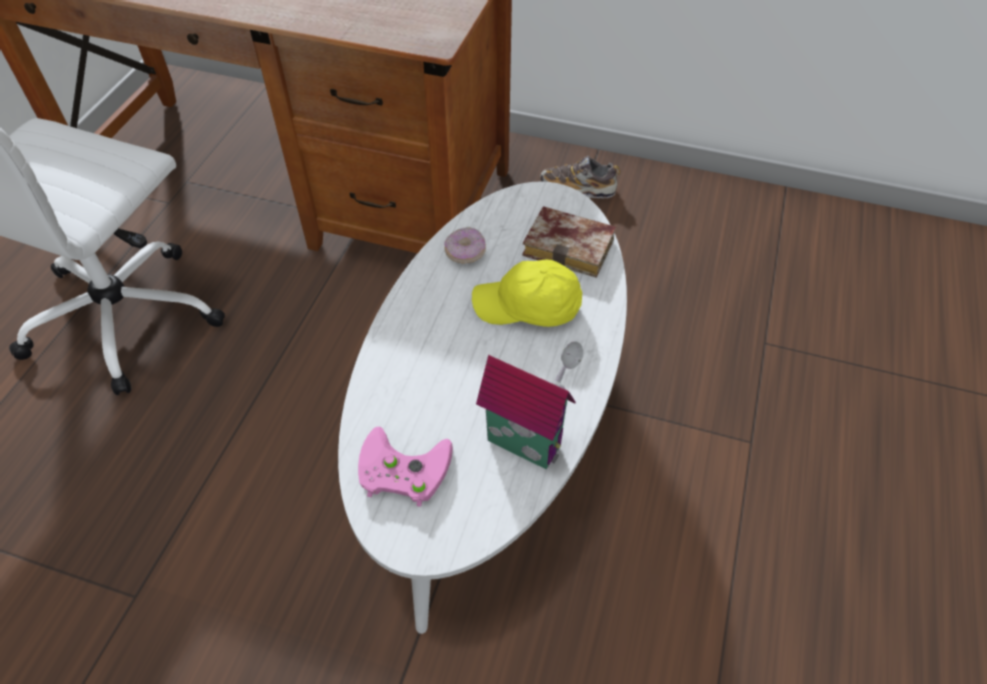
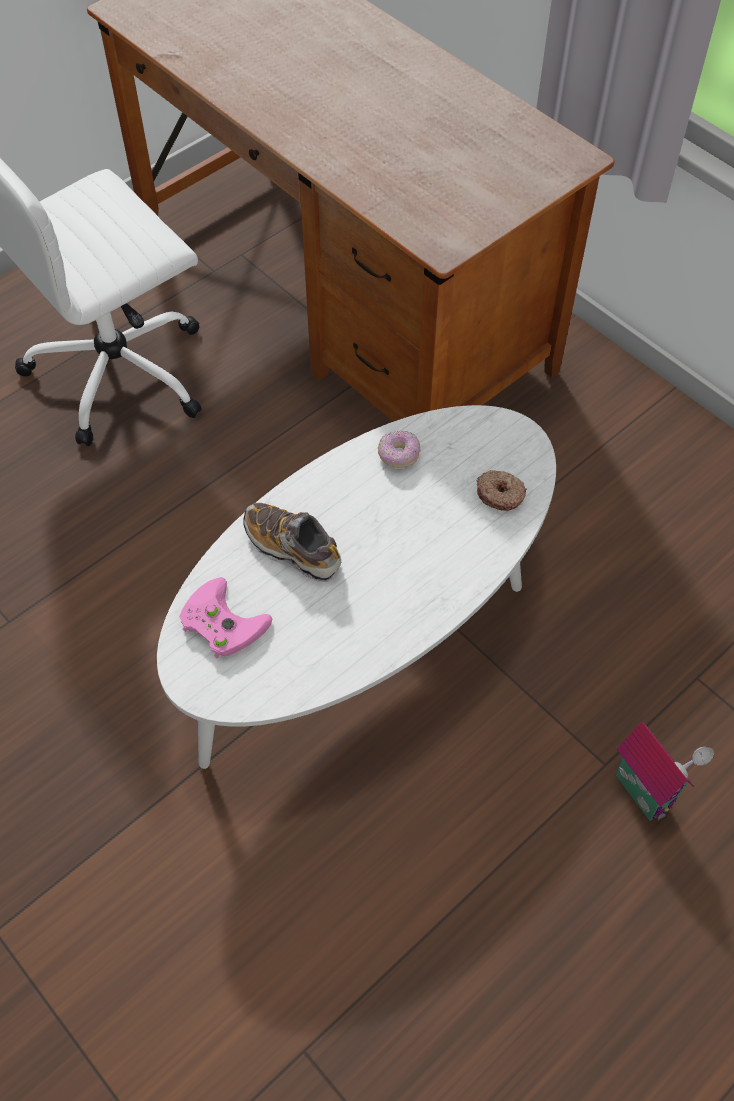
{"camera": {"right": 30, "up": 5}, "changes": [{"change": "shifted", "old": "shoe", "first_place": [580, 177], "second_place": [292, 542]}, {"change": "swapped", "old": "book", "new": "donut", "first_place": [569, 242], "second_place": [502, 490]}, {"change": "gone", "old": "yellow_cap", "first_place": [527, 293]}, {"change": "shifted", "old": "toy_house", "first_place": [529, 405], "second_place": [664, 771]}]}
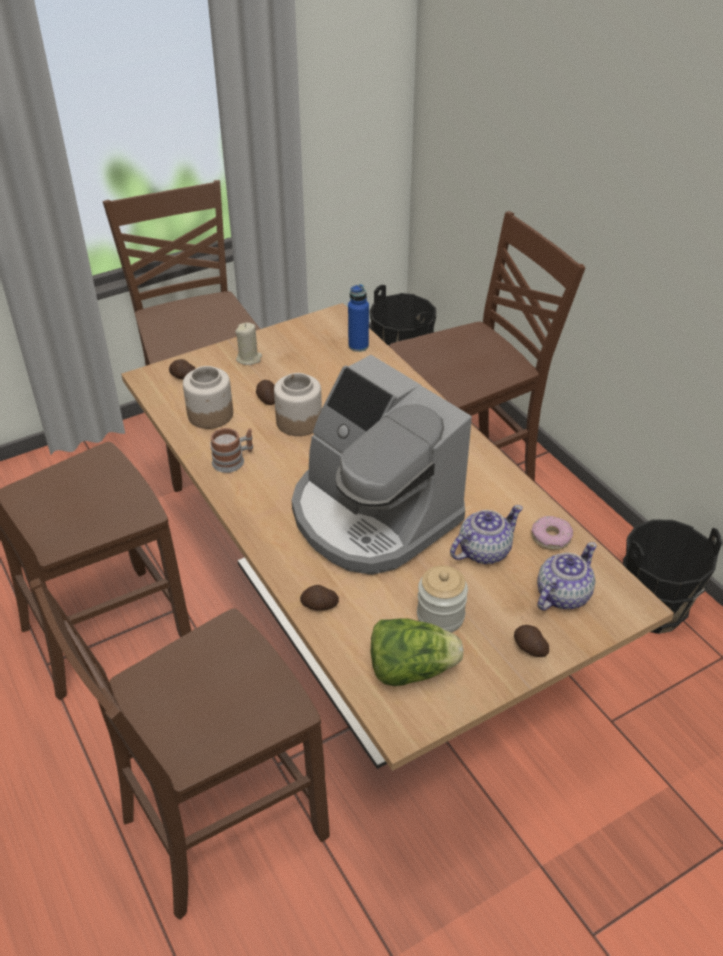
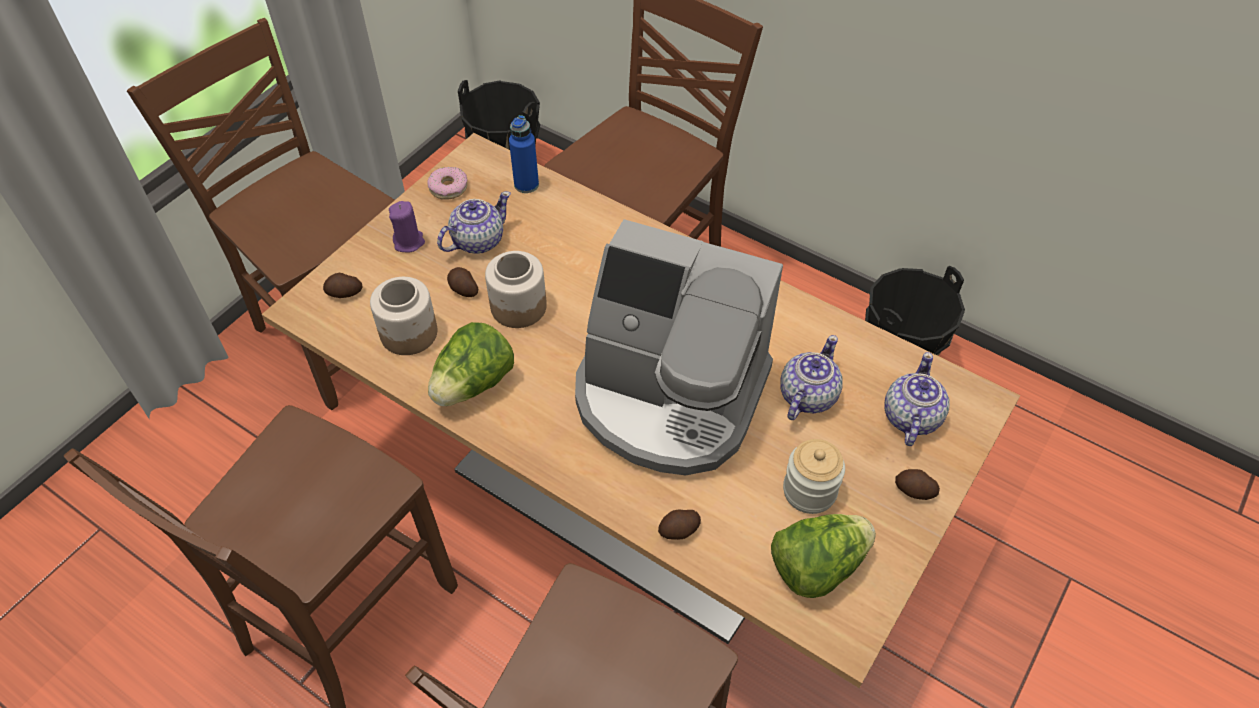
{"camera": {"right": -25, "up": 10}, "changes": [{"change": "repainted", "old": "beige_candle", "new": "purple_candle", "first_place": [248, 344], "second_place": [407, 227]}, {"change": "swapped", "old": "mug", "new": "lettuce", "first_place": [231, 450], "second_place": [471, 364]}, {"change": "shifted", "old": "donut", "first_place": [552, 533], "second_place": [447, 183]}, {"change": "new", "new": "teapot", "second_place": [474, 222]}]}
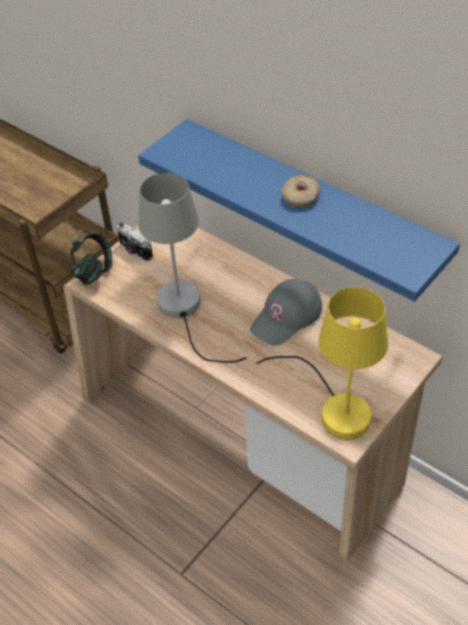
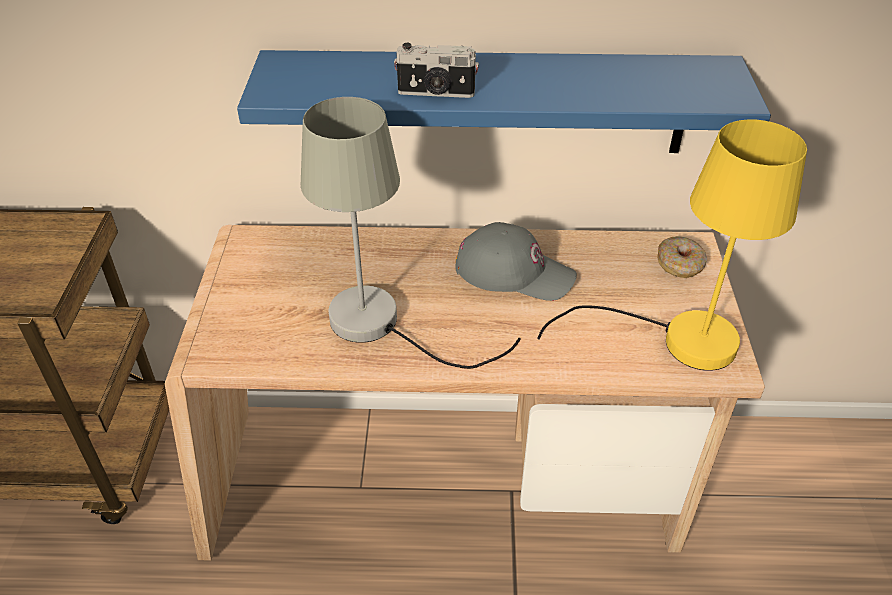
{"camera": {"right": -40, "up": -5}, "changes": [{"change": "shifted", "old": "donut", "first_place": [301, 191], "second_place": [682, 257]}, {"change": "shifted", "old": "photo_camera", "first_place": [135, 241], "second_place": [436, 70]}, {"change": "gone", "old": "headphones", "first_place": [91, 258]}, {"change": "rotated", "old": "grey_cap", "first_place": [286, 312], "second_place": [516, 261], "degrees": -75}]}
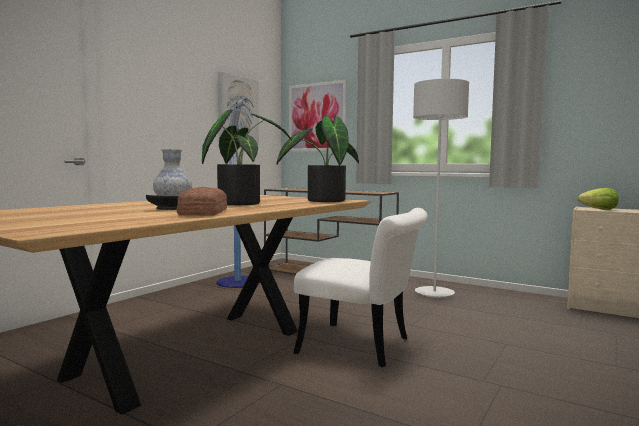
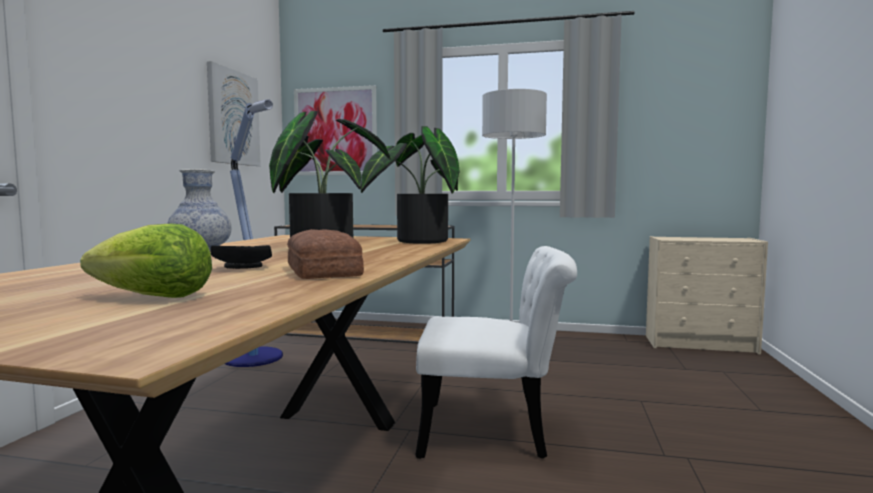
{"camera": {"right": -20, "up": 0}, "changes": [{"change": "shifted", "old": "lettuce", "first_place": [598, 199], "second_place": [146, 260]}]}
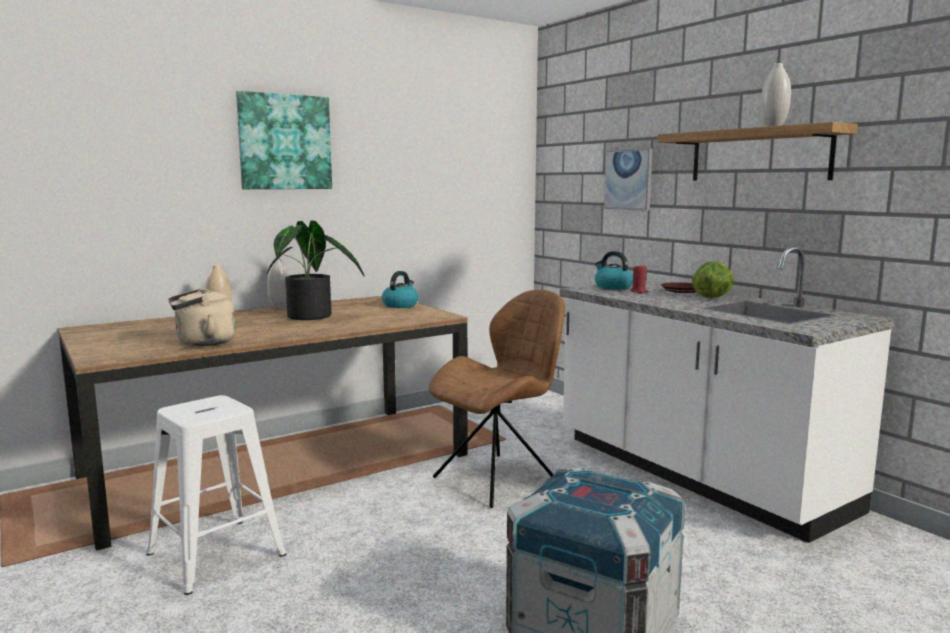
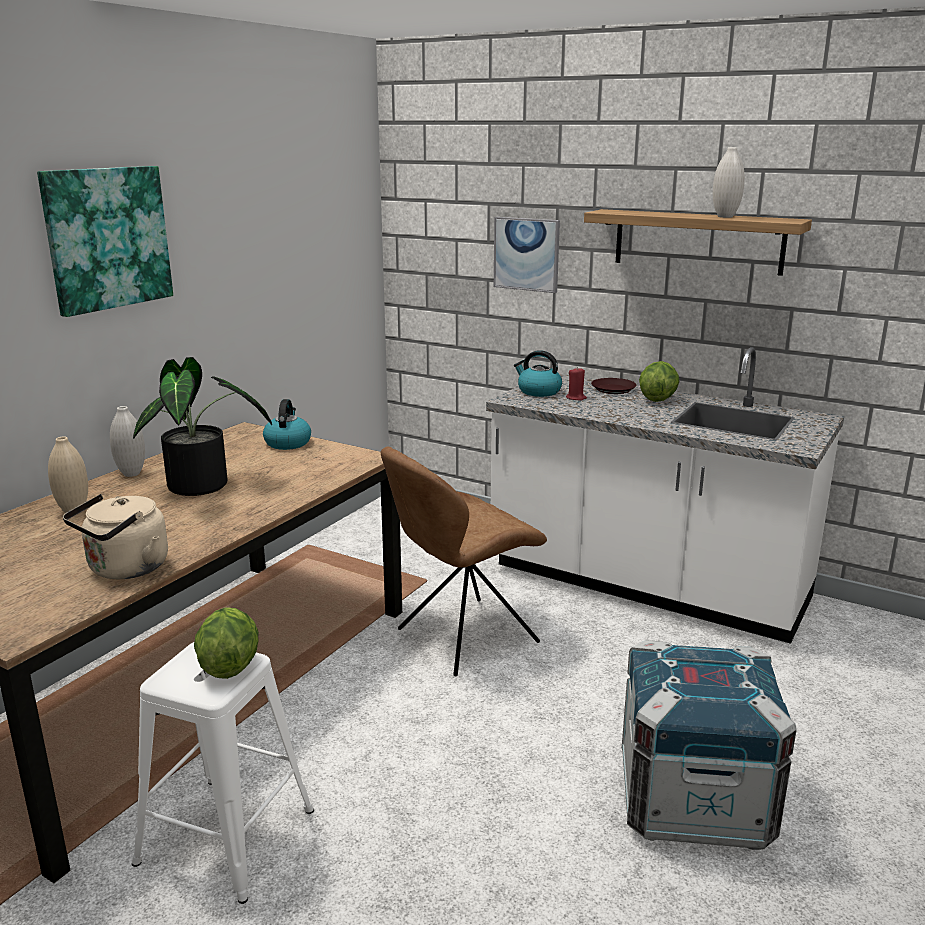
{"camera": {"right": -25, "up": 10}, "changes": [{"change": "rotated", "old": "brown_chair", "first_place": [497, 399], "second_place": [464, 561], "degrees": -150}, {"change": "new", "new": "lettuce", "second_place": [226, 643]}]}
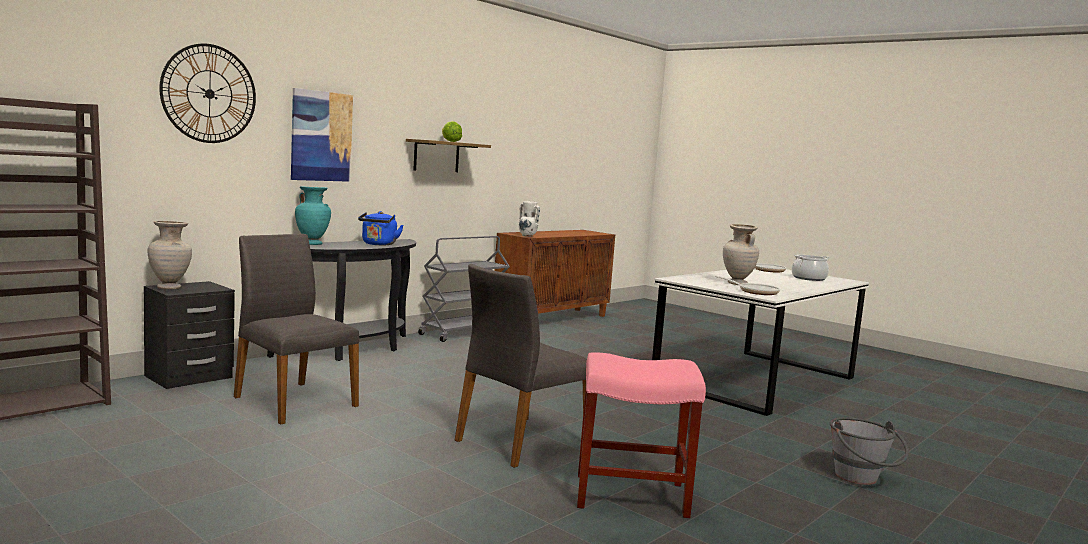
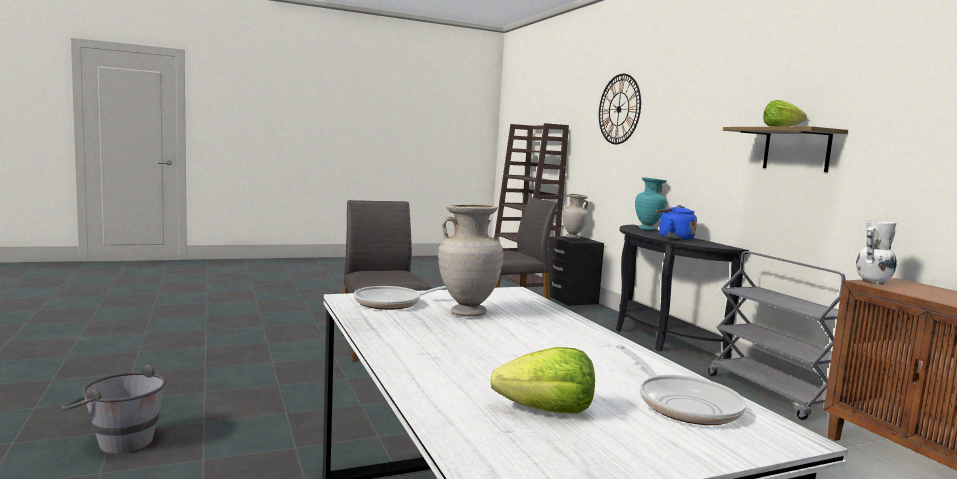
{"camera": {"right": 115, "up": 0}, "changes": [{"change": "gone", "old": "picture", "first_place": [322, 135]}, {"change": "swapped", "old": "cooking_pot", "new": "lettuce", "first_place": [811, 268], "second_place": [542, 380]}, {"change": "gone", "old": "pink_stool", "first_place": [641, 435]}]}
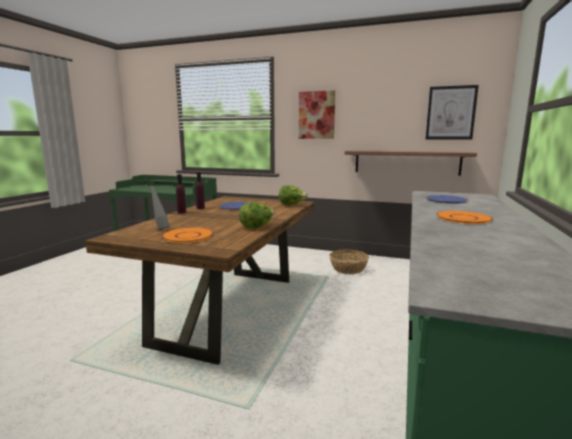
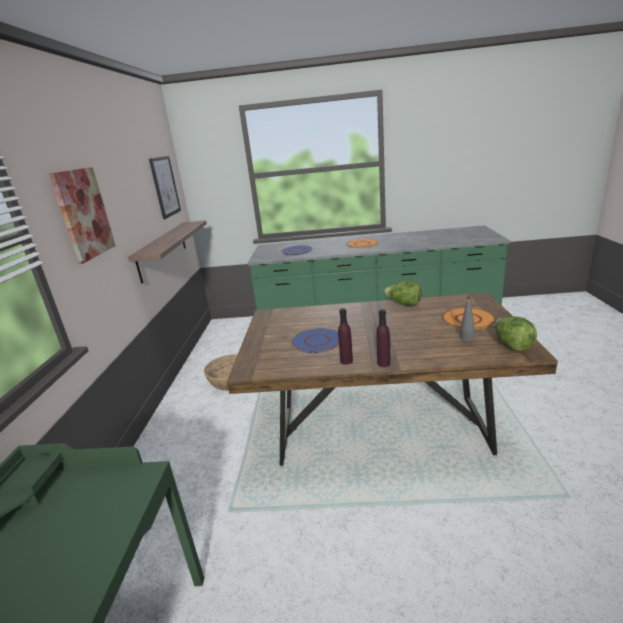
{"camera": {"right": -105, "up": 10}, "changes": [{"change": "shifted", "old": "lettuce", "first_place": [293, 195], "second_place": [516, 334]}]}
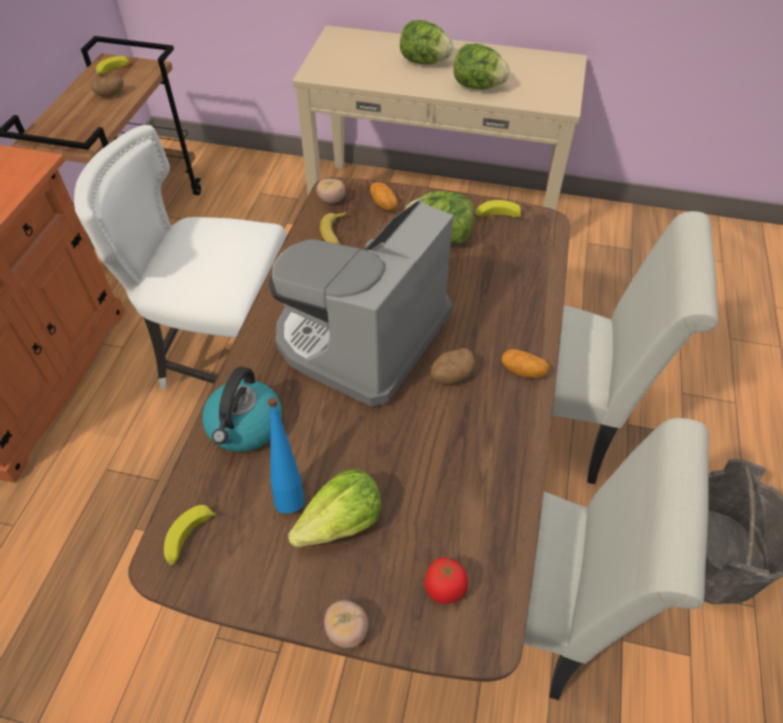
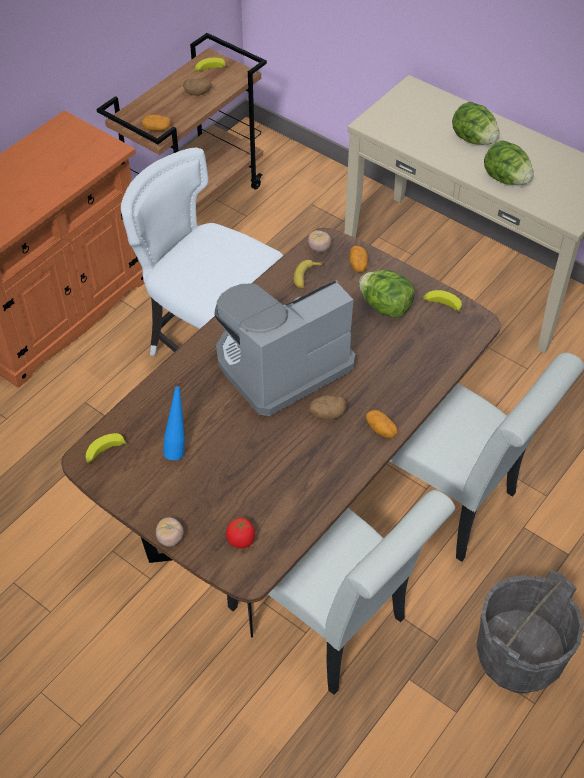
{"camera": {"right": 25, "up": 0}, "changes": [{"change": "gone", "old": "kettle", "first_place": [242, 409]}, {"change": "gone", "old": "lettuce", "first_place": [334, 508]}, {"change": "new", "new": "potato", "second_place": [156, 123]}]}
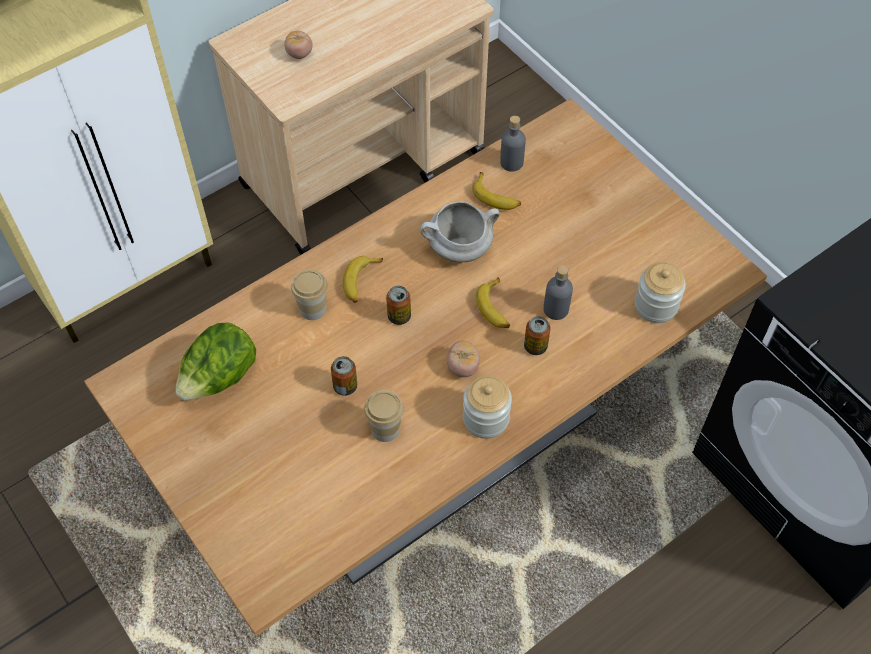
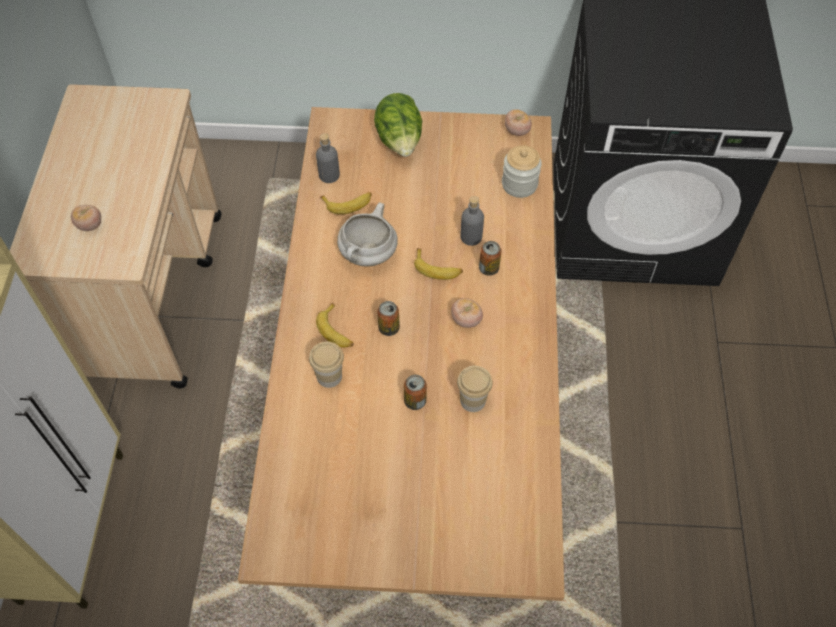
{"camera": {"right": -50, "up": 0}, "changes": [{"change": "shifted", "old": "lettuce", "first_place": [215, 361], "second_place": [398, 125]}, {"change": "gone", "old": "jar", "first_place": [487, 407]}, {"change": "new", "new": "tomato", "second_place": [518, 122]}]}
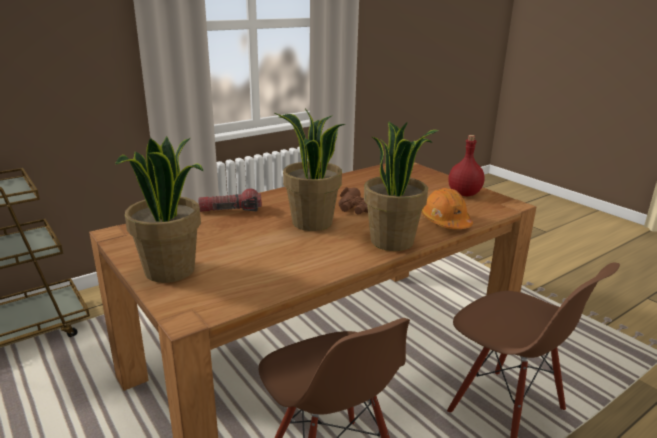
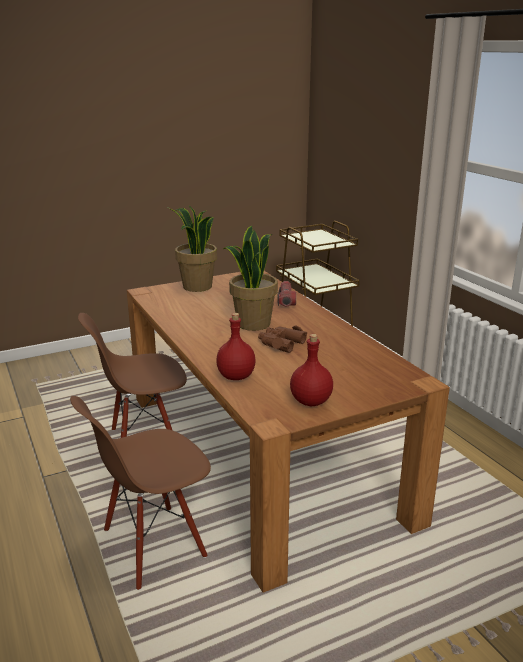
{"camera": {"right": 100, "up": 0}, "changes": [{"change": "gone", "old": "potted_plant", "first_place": [401, 186]}, {"change": "swapped", "old": "orange_hard_hat", "new": "red_bottle", "first_place": [447, 208], "second_place": [235, 346]}]}
